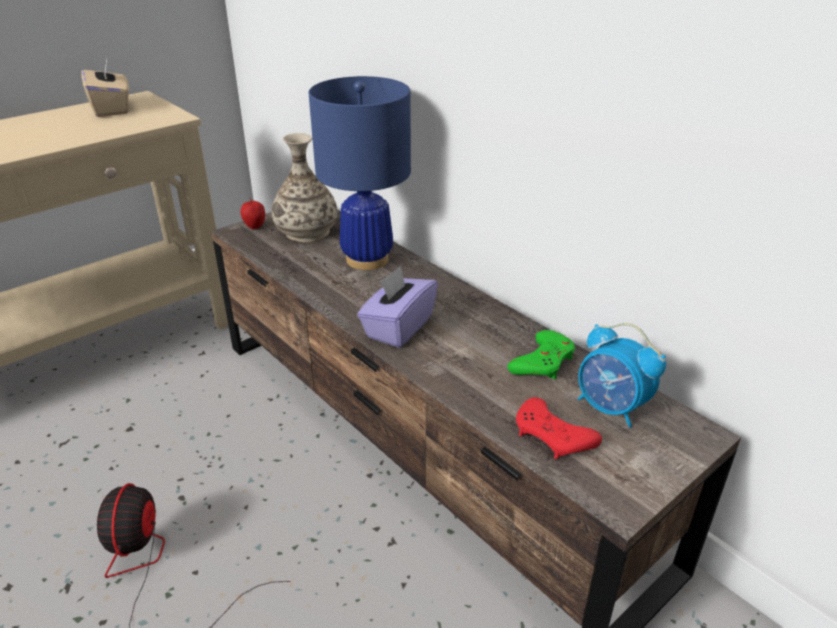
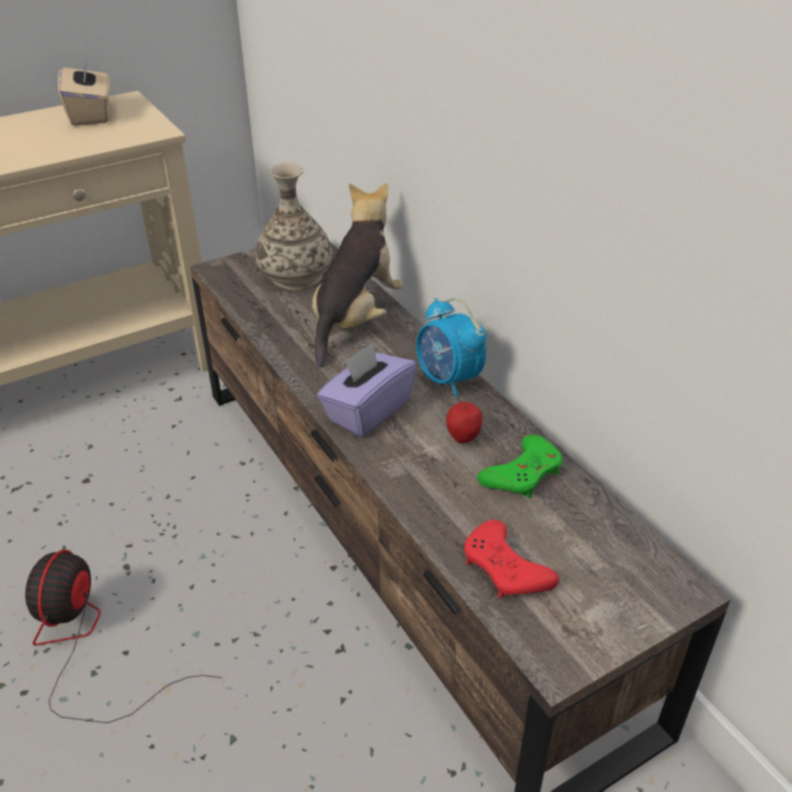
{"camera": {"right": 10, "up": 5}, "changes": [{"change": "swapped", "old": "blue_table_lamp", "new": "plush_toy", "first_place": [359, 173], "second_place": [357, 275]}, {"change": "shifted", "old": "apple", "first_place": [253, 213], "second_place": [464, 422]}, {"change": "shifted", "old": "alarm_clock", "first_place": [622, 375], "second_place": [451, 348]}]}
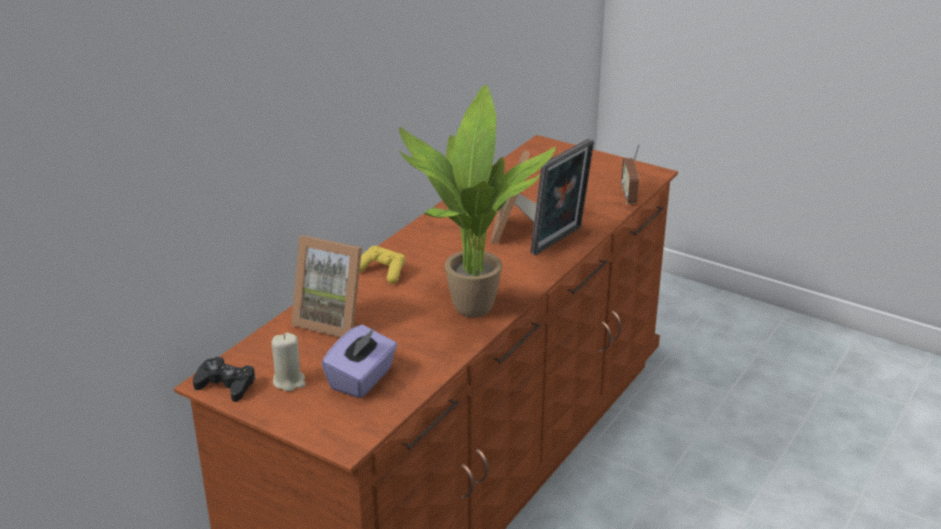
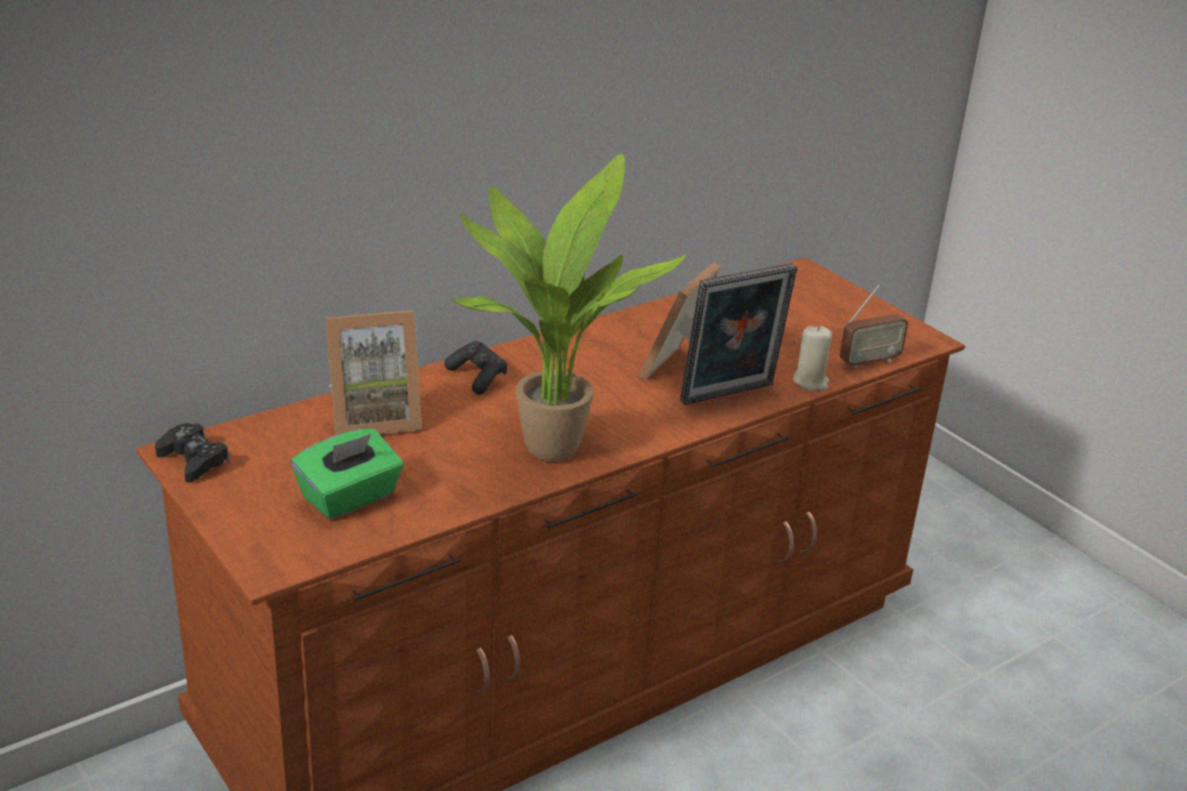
{"camera": {"right": 20, "up": 0}, "changes": [{"change": "rotated", "old": "radio", "first_place": [630, 174], "second_place": [874, 327], "degrees": -135}, {"change": "rotated", "old": "picture_frame", "first_place": [326, 286], "second_place": [374, 372], "degrees": -60}, {"change": "repainted", "old": "yellow_game_controller", "new": "black_game_controller", "first_place": [382, 265], "second_place": [475, 367]}, {"change": "repainted", "old": "purple_tissue_box", "new": "green_tissue_box", "first_place": [359, 361], "second_place": [347, 473]}, {"change": "shifted", "old": "beige_candle", "first_place": [288, 361], "second_place": [812, 358]}]}
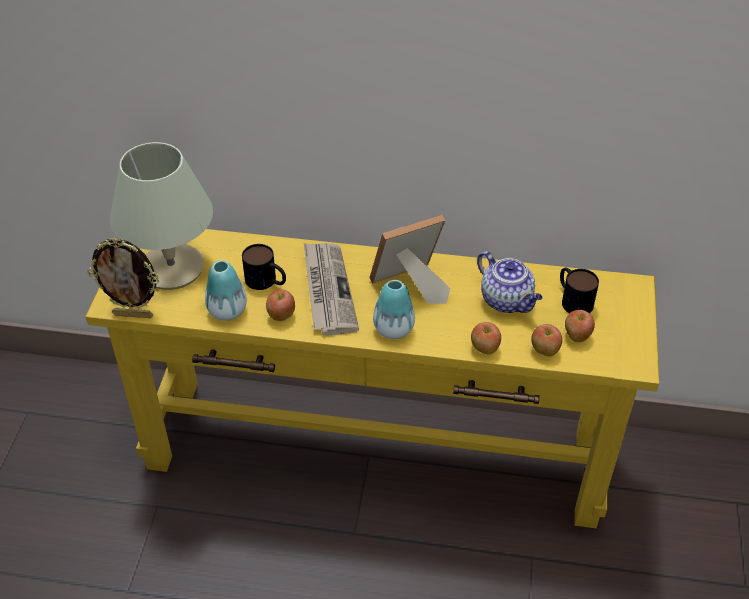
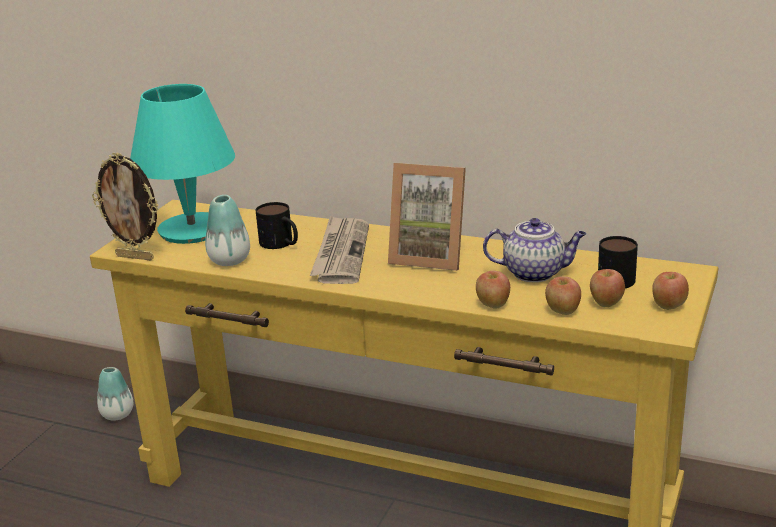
{"camera": {"right": 15, "up": -20}, "changes": [{"change": "repainted", "old": "beige_table_lamp", "new": "turquoise_table_lamp", "first_place": [161, 216], "second_place": [182, 164]}, {"change": "rotated", "old": "picture_frame", "first_place": [410, 259], "second_place": [427, 217], "degrees": -150}, {"change": "rotated", "old": "teapot", "first_place": [510, 282], "second_place": [534, 250], "degrees": -60}, {"change": "shifted", "old": "vase", "first_place": [394, 309], "second_place": [115, 394]}, {"change": "shifted", "old": "apple", "first_place": [280, 305], "second_place": [670, 291]}]}
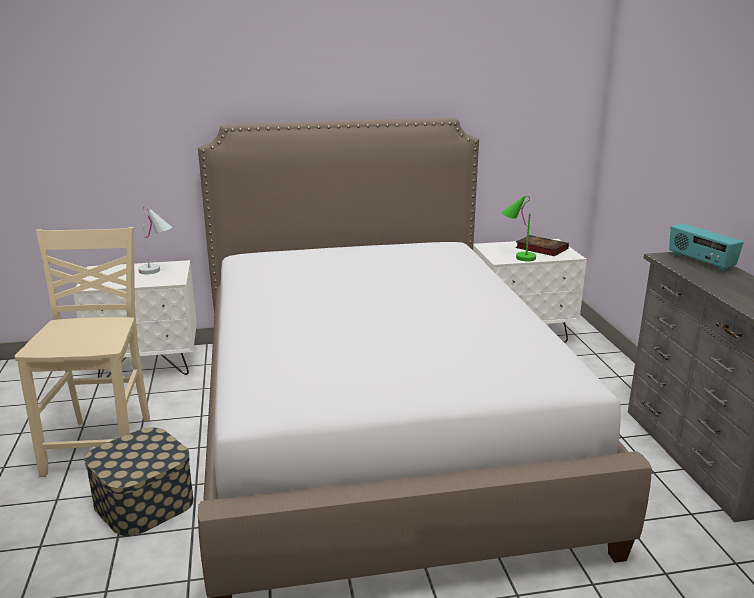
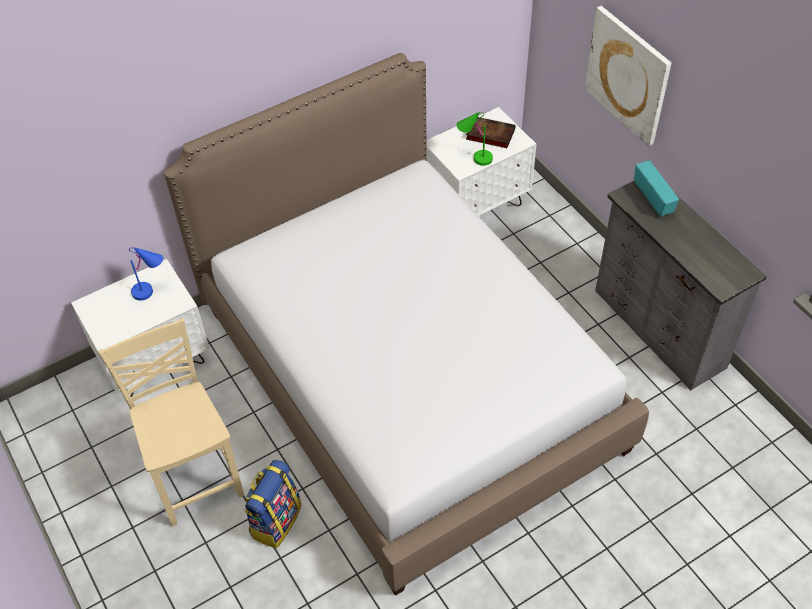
{"camera": {"right": -20, "up": 30}, "changes": [{"change": "repainted", "old": "white_table_lamp", "new": "blue_table_lamp", "first_place": [155, 240], "second_place": [146, 274]}, {"change": "rotated", "old": "radio", "first_place": [706, 248], "second_place": [656, 188], "degrees": -150}, {"change": "swapped", "old": "storage_box", "new": "backpack", "first_place": [139, 482], "second_place": [272, 504]}, {"change": "new", "new": "picture", "second_place": [628, 76]}]}
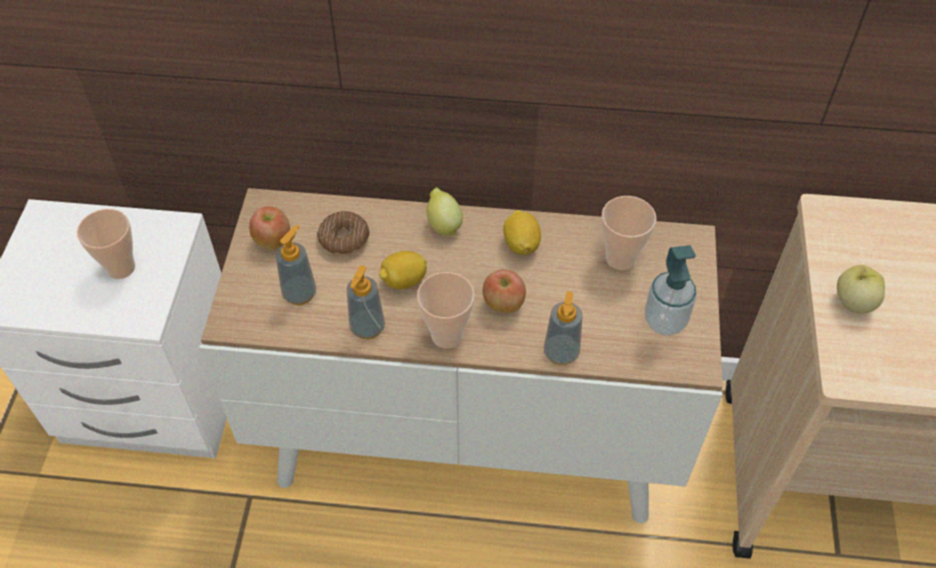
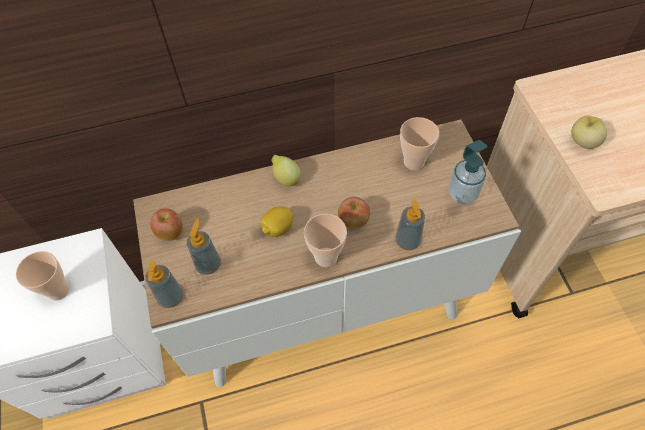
{"camera": {"right": -20, "up": 5}, "changes": [{"change": "gone", "old": "lemon", "first_place": [522, 232]}, {"change": "gone", "old": "donut", "first_place": [343, 233]}, {"change": "shifted", "old": "soap_dispenser", "first_place": [366, 302], "second_place": [164, 284]}]}
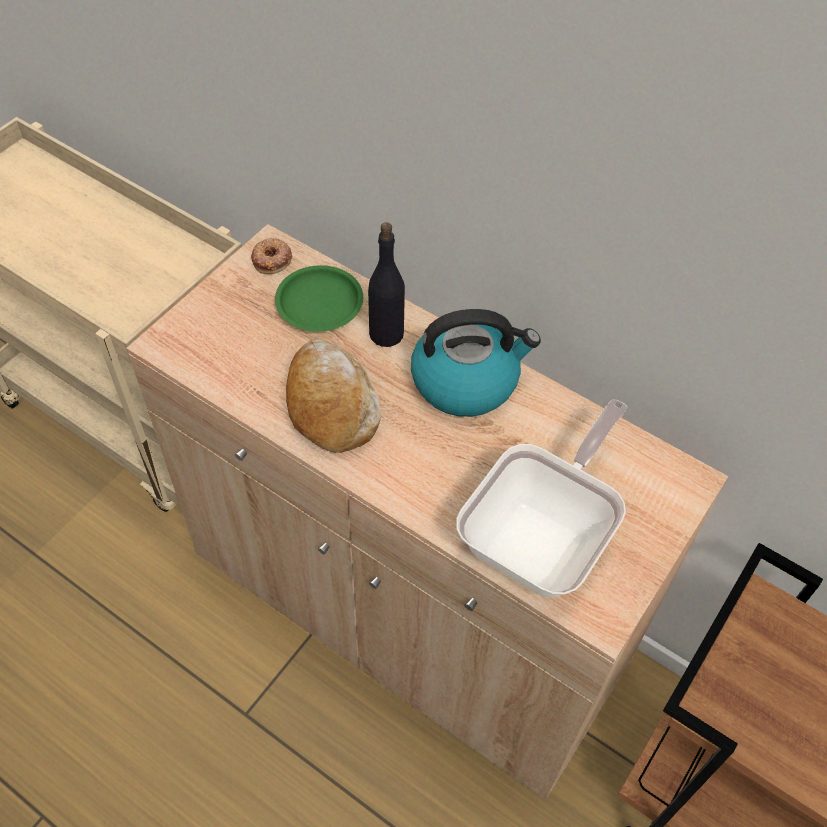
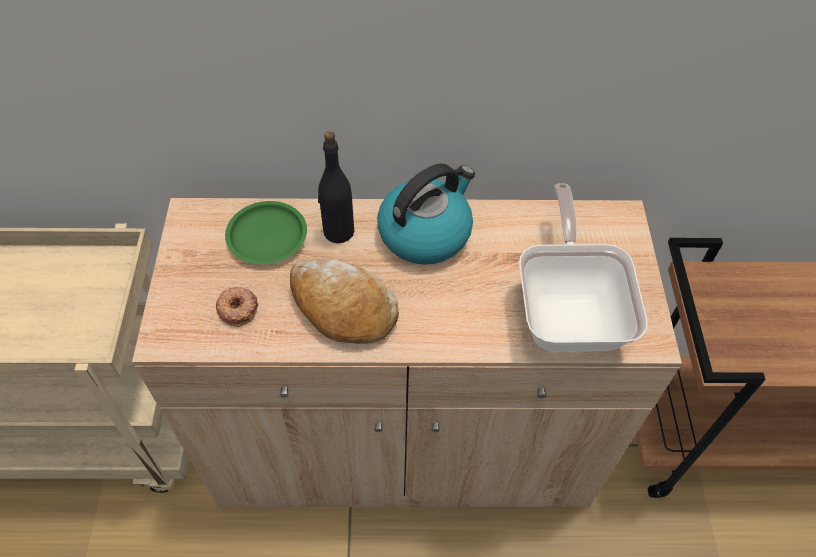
{"camera": {"right": -35, "up": 0}, "changes": [{"change": "shifted", "old": "donut", "first_place": [271, 256], "second_place": [237, 307]}]}
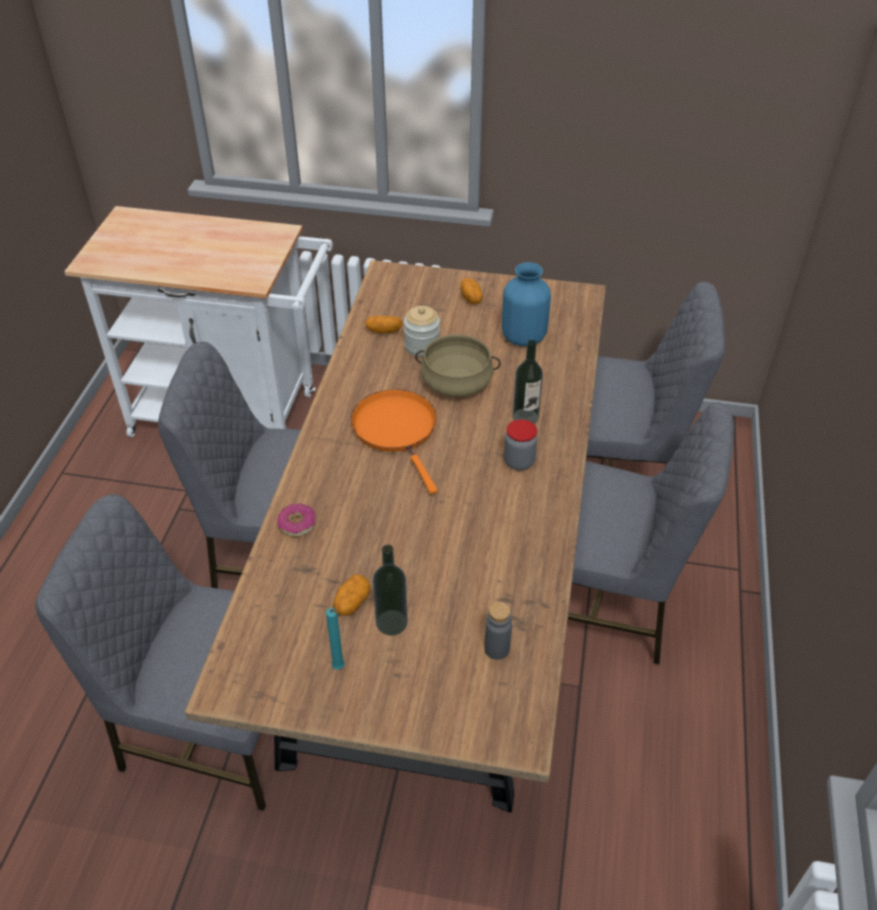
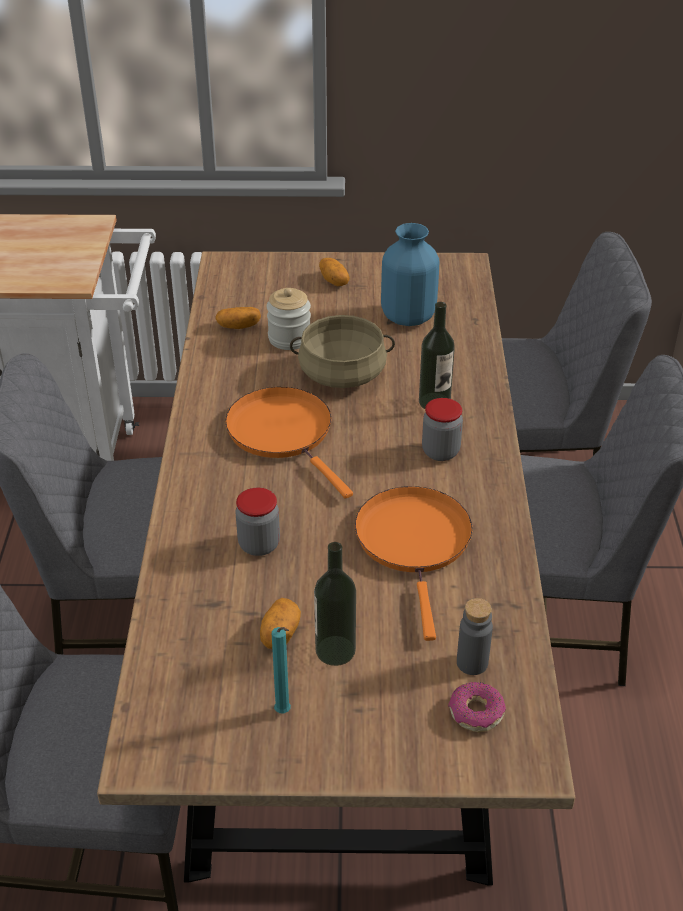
{"camera": {"right": -10, "up": -5}, "changes": [{"change": "shifted", "old": "donut", "first_place": [296, 520], "second_place": [477, 707]}, {"change": "new", "new": "orange_frying_pan", "second_place": [413, 563]}, {"change": "new", "new": "jar", "second_place": [257, 522]}]}
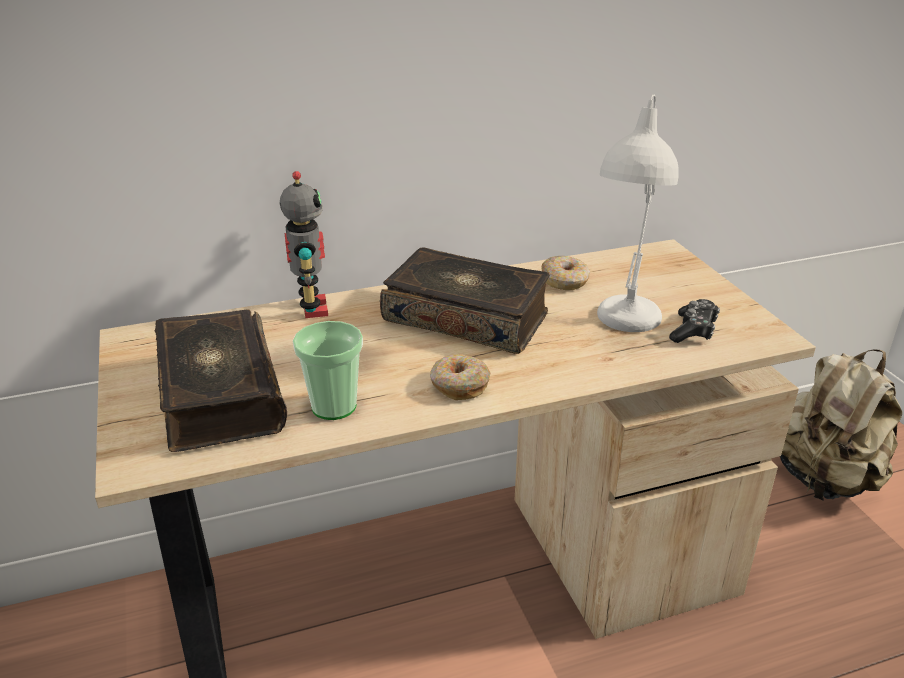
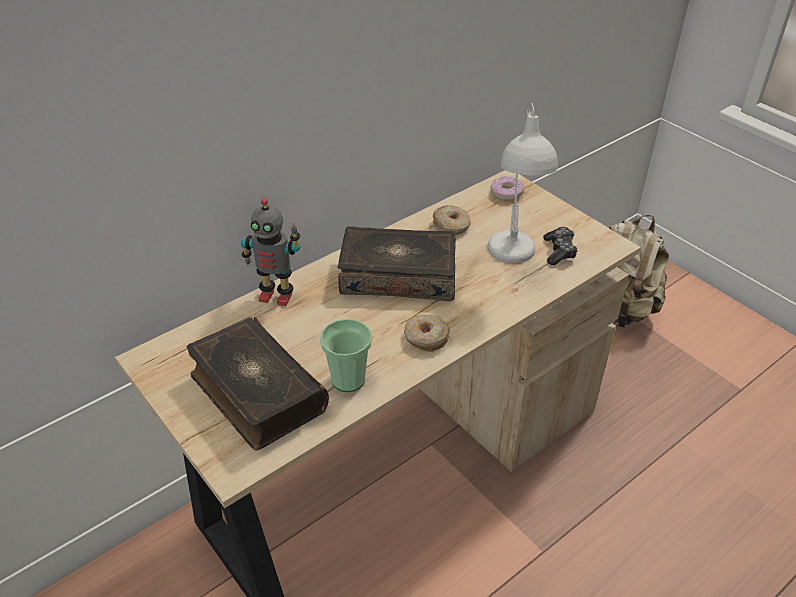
{"camera": {"right": -20, "up": 10}, "changes": [{"change": "rotated", "old": "toy_robot", "first_place": [304, 244], "second_place": [271, 252], "degrees": 135}, {"change": "new", "new": "donut", "second_place": [507, 188]}]}
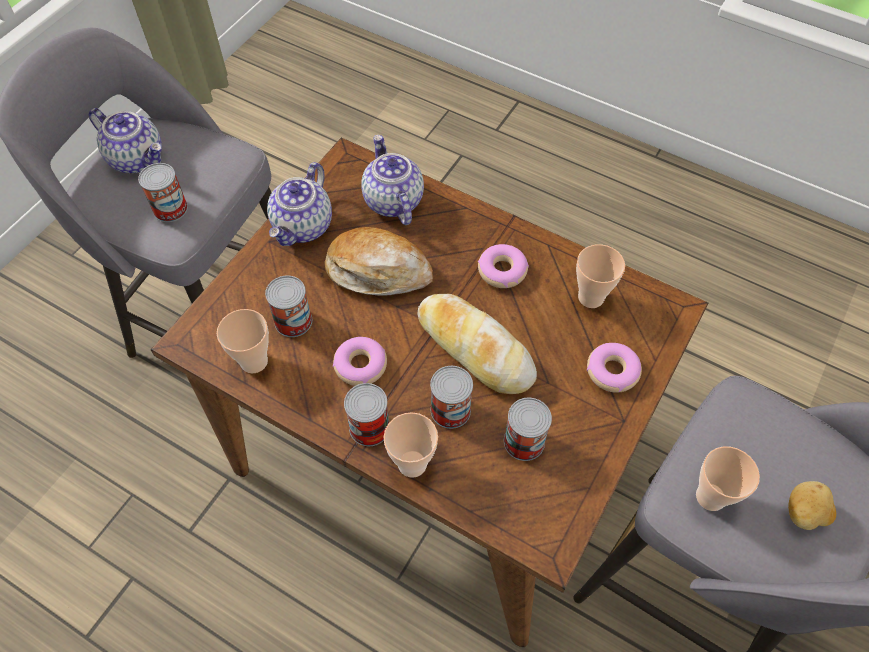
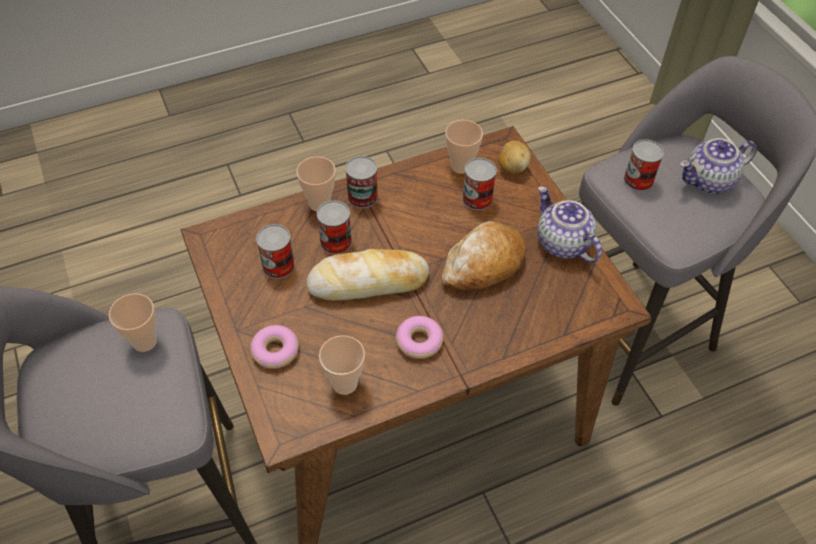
{"camera": {"right": 125, "up": -5}, "changes": [{"change": "gone", "old": "teapot", "first_place": [392, 180]}, {"change": "gone", "old": "donut", "first_place": [360, 361]}, {"change": "shifted", "old": "potato", "first_place": [812, 505], "second_place": [514, 157]}]}
